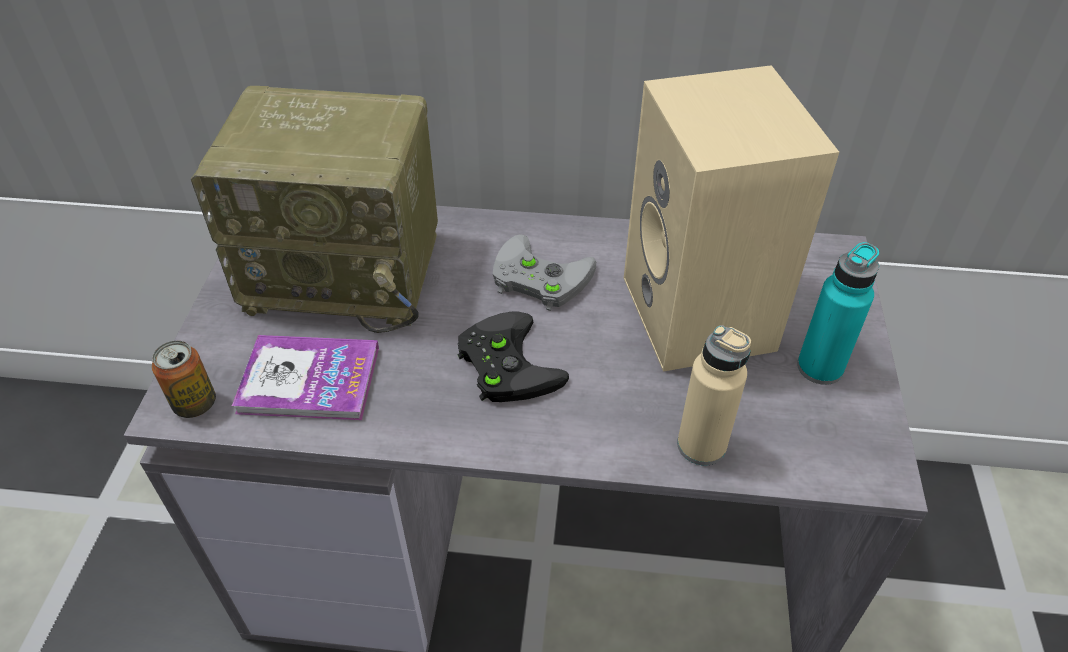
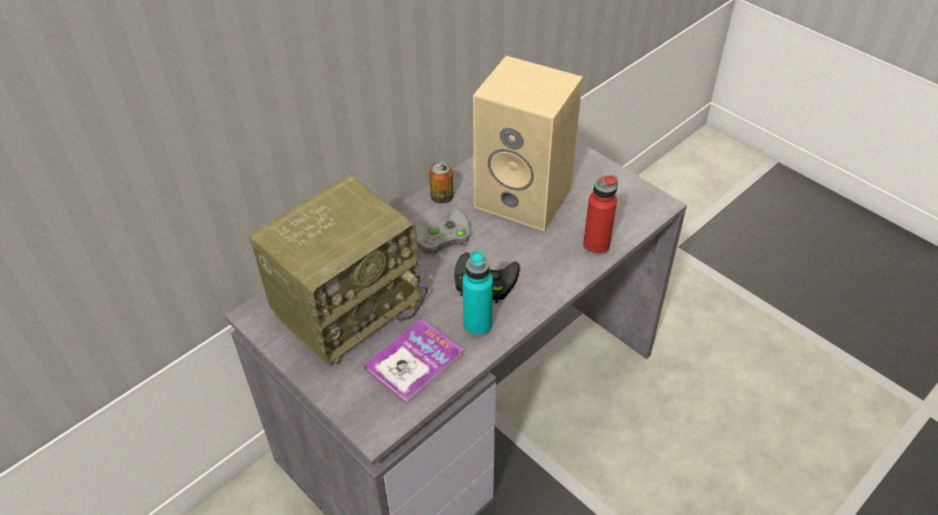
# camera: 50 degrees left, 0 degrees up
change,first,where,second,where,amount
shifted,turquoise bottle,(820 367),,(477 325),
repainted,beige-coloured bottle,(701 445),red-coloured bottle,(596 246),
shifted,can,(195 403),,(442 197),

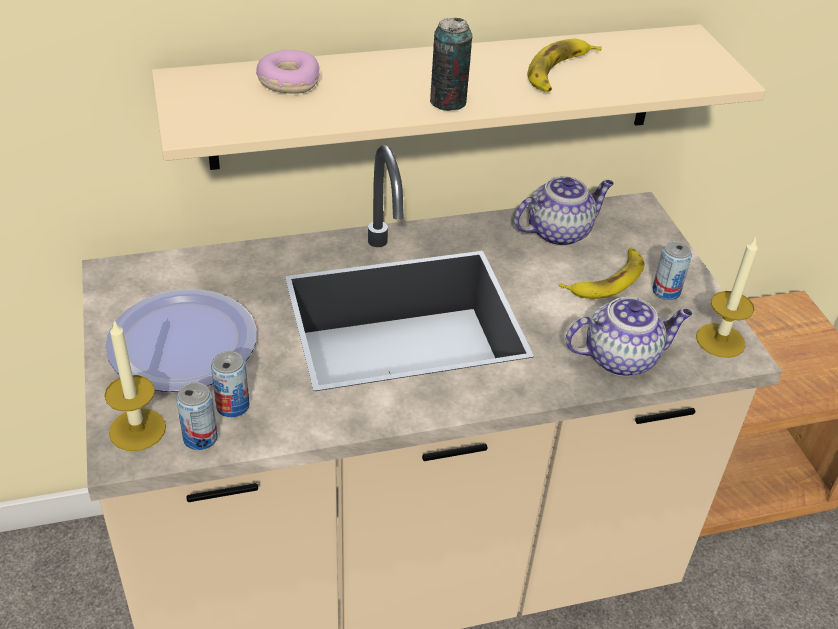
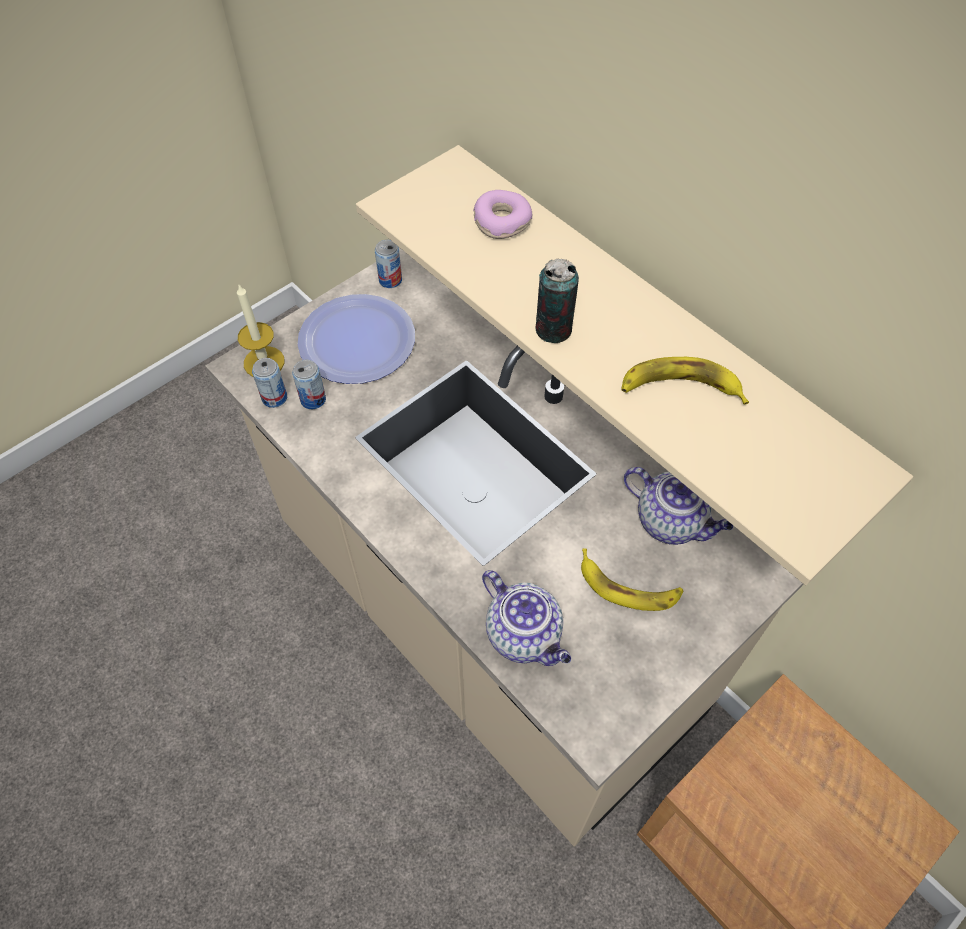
# camera: 65 degrees right, 15 degrees up
change,first,where,second,where,amount
gone,wax light,(720 340),,,
shifted,can,(666 291),,(390 280),

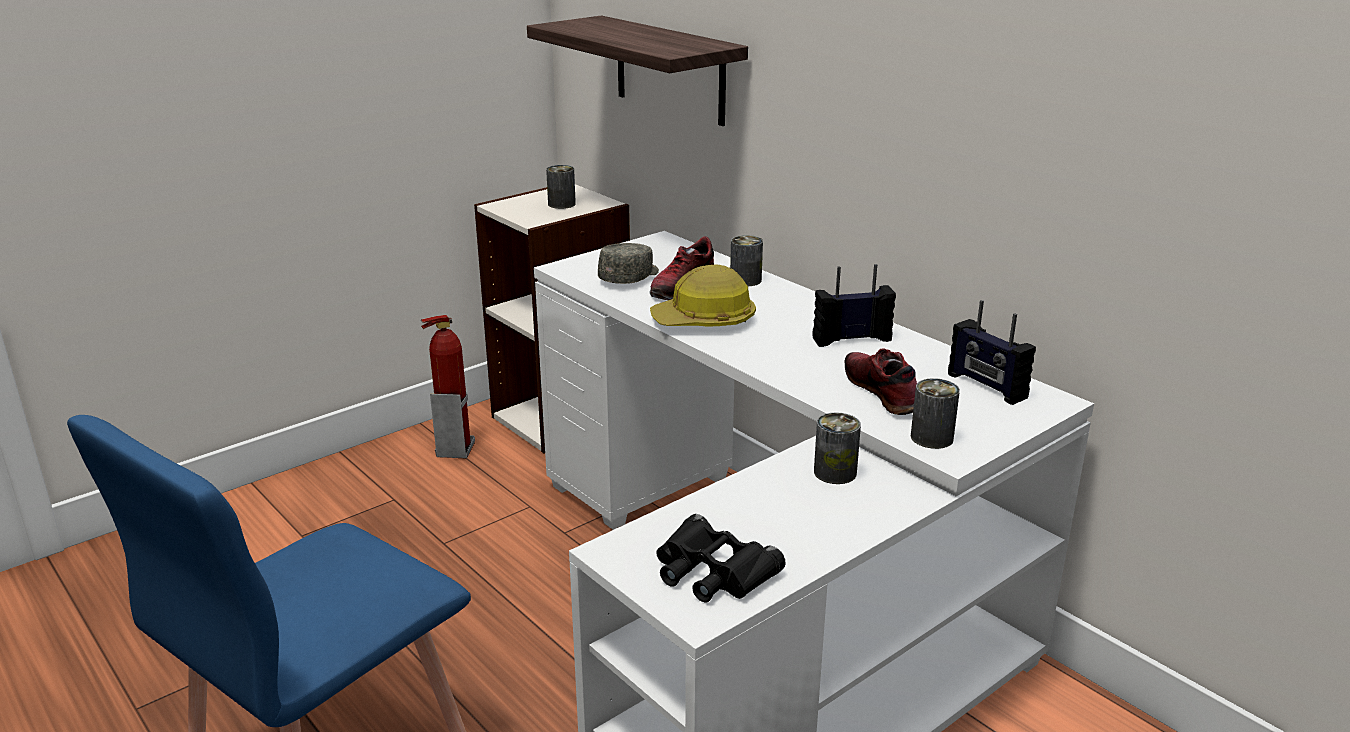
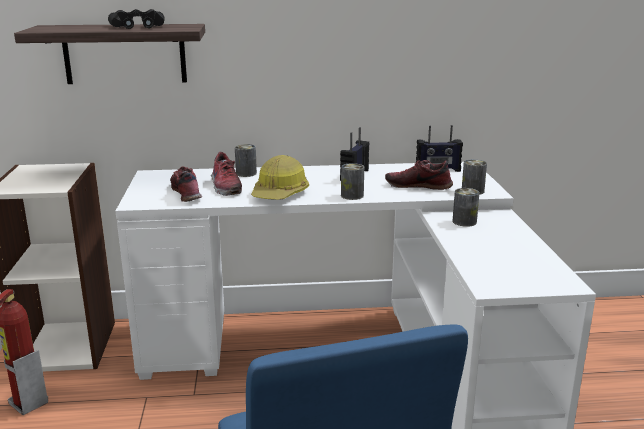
# camera: 55 degrees left, 5 degrees down
change,first,where,second,where,amount
shifted,can,(561 204),,(352 195),
swapped,greyish cap,(630 277),low shoe,(187 193),
shifted,blackish binoculars,(712 572),,(138 26),

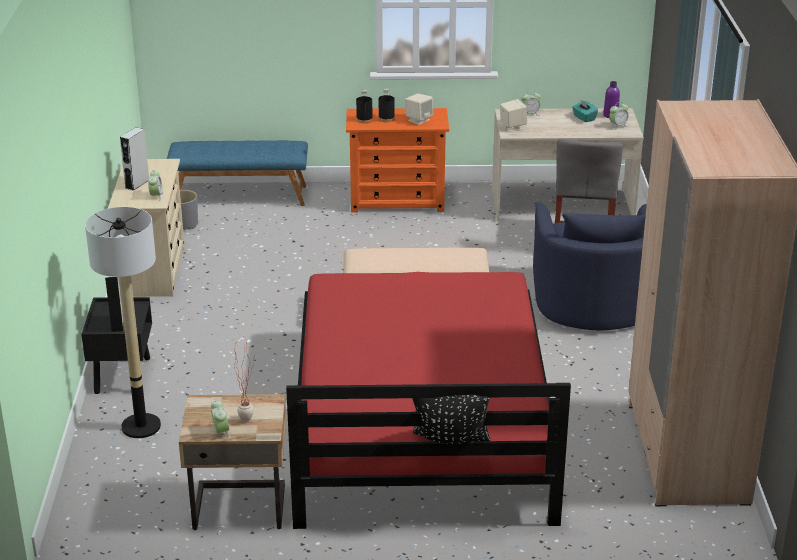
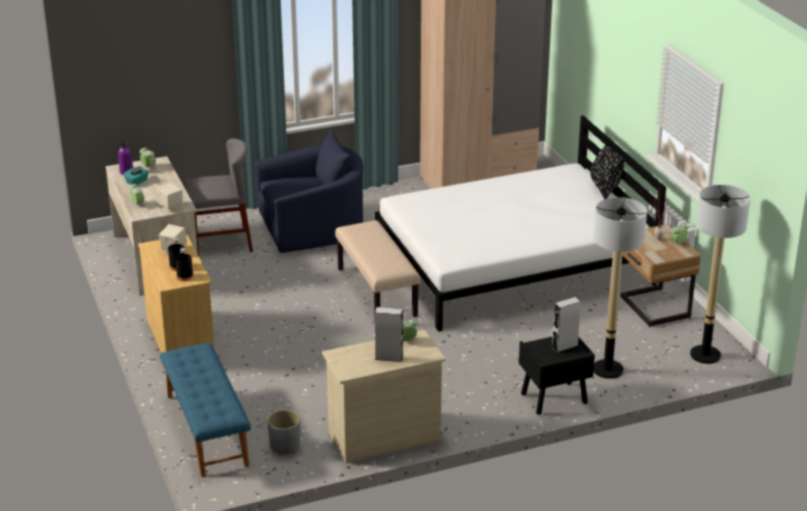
# camera: 110 degrees left, 0 degrees up
change,first,where,second,where,amount
repainted,orangey drawer chest,(397 201),beige-coloured drawer chest,(180 338),
repainted,red-coloured bed,(420 422),white-coloured bed,(513 265),
new,,,floor lamp,(705 355),

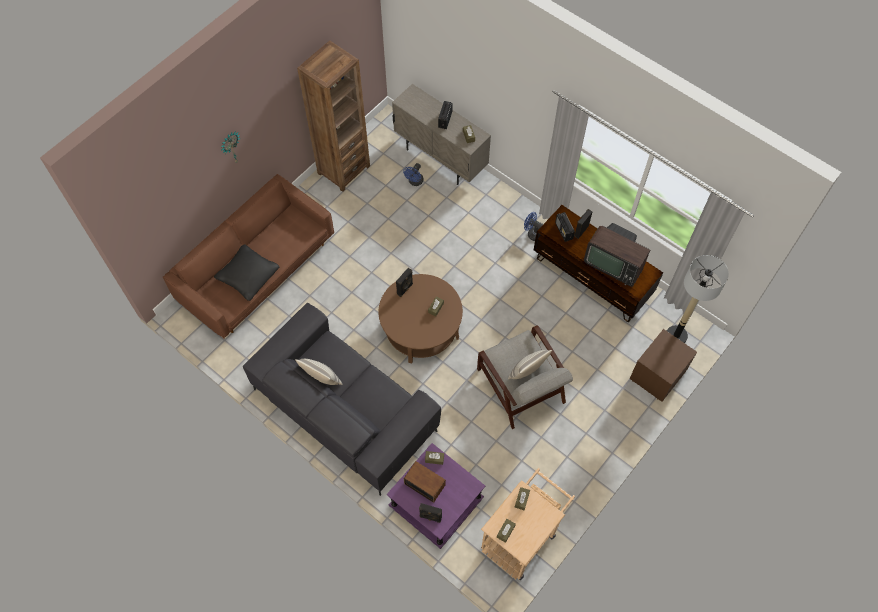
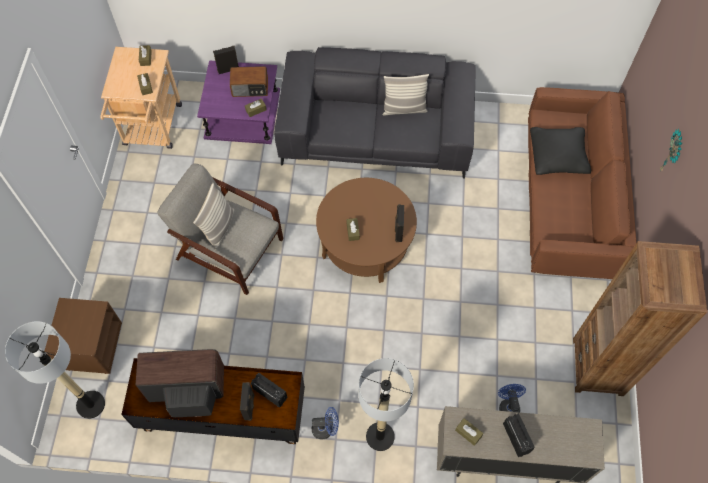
# camera: 145 degrees right, 0 degrees up
change,first,where,second,where,amount
new,,,floor lamp,(380 437),

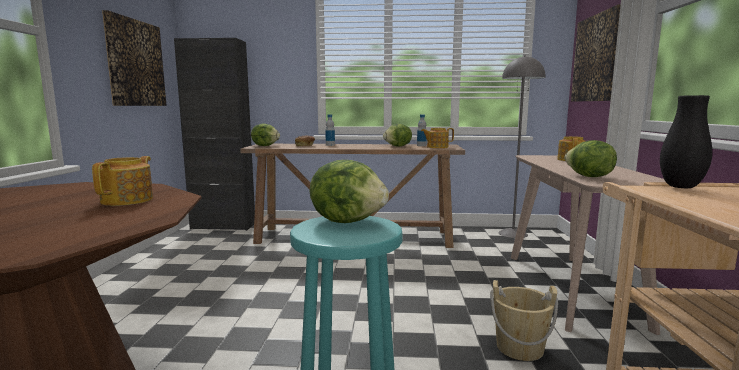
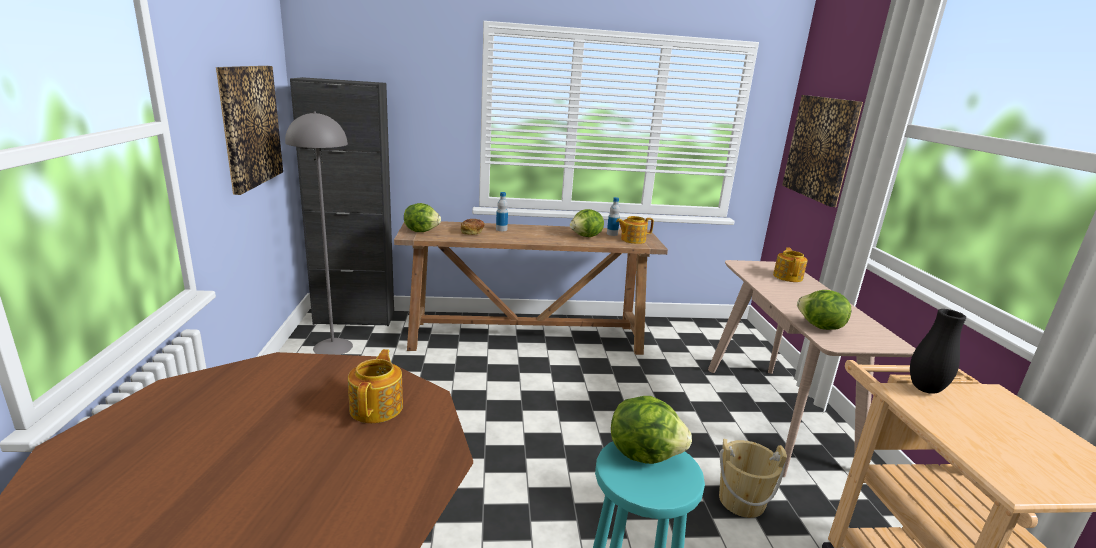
# camera: 10 degrees left, 10 degrees up
change,first,where,second,where,amount
shifted,greyish floor lamp,(513 233),,(333 347),

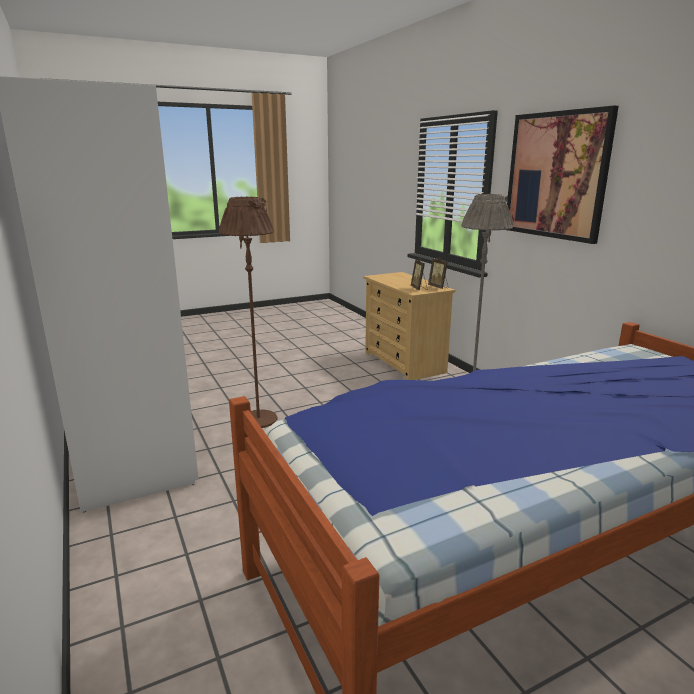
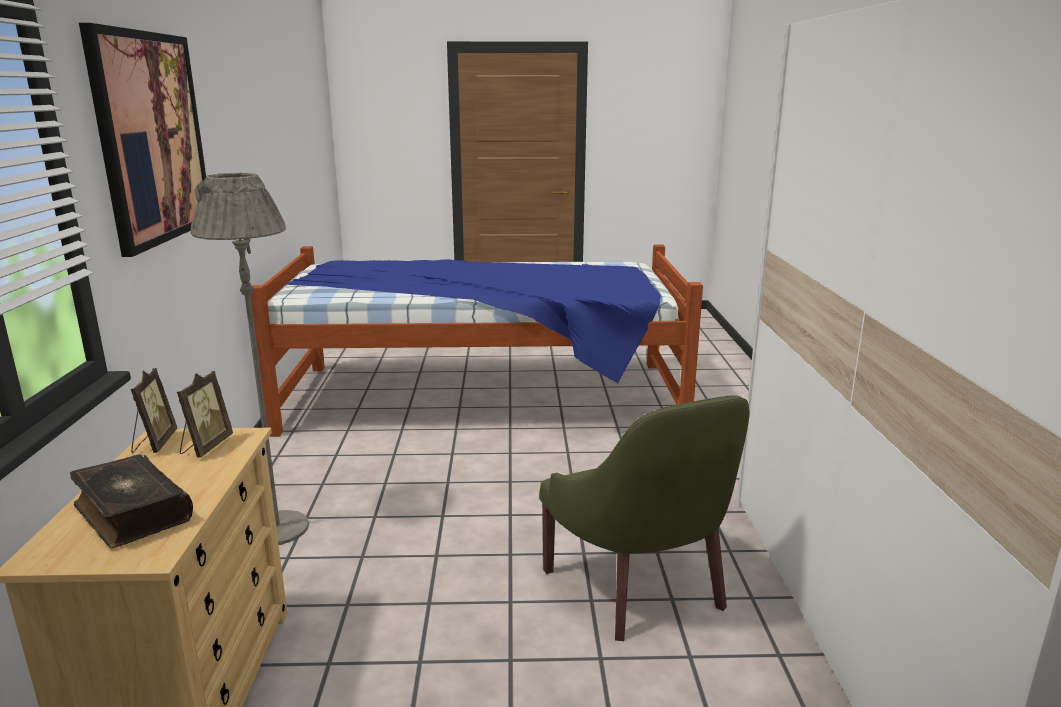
# camera: 155 degrees left, 0 degrees up
change,first,where,second,where,amount
swapped,brownish floor lamp,(258 419),green-coloured easy chair,(641 588),
new,,,volume,(131 513),

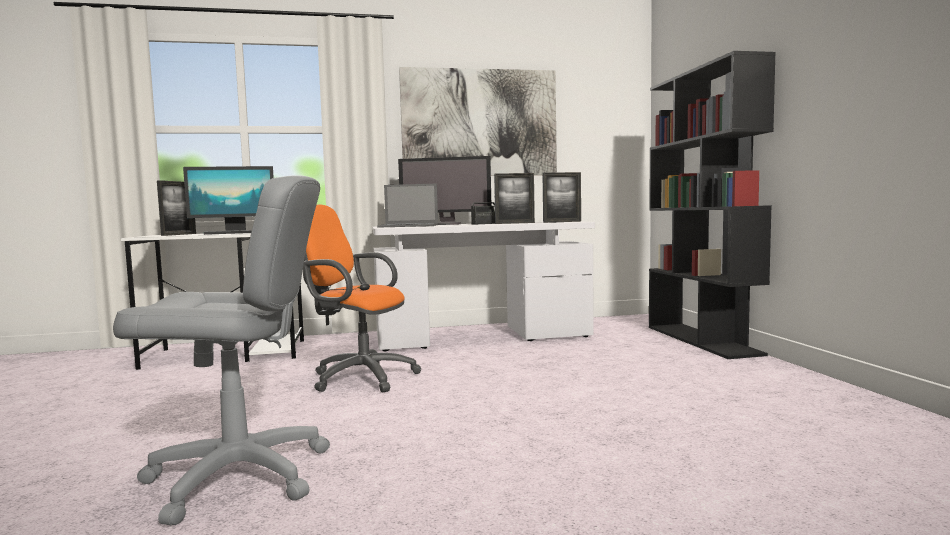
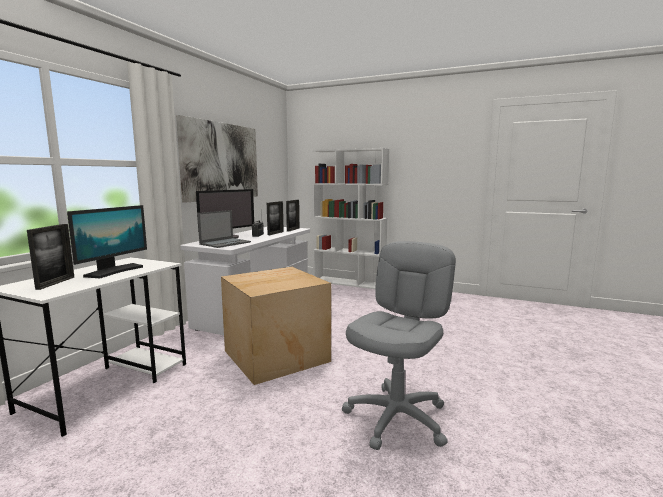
# camera: 55 degrees left, 5 degrees up
change,first,where,second,where,amount
repainted,blackish bookcase,(702 340),white-coloured bookcase,(349 283),
rotated,standing frame,(179 234),,(56 283),45 degrees clockwise
swapped,orangey office chair,(358 377),cardboard box,(274 356),

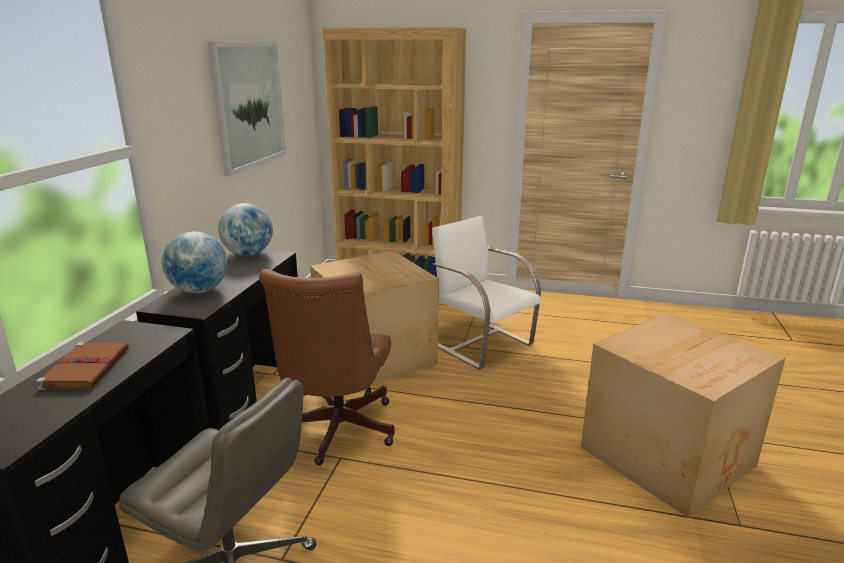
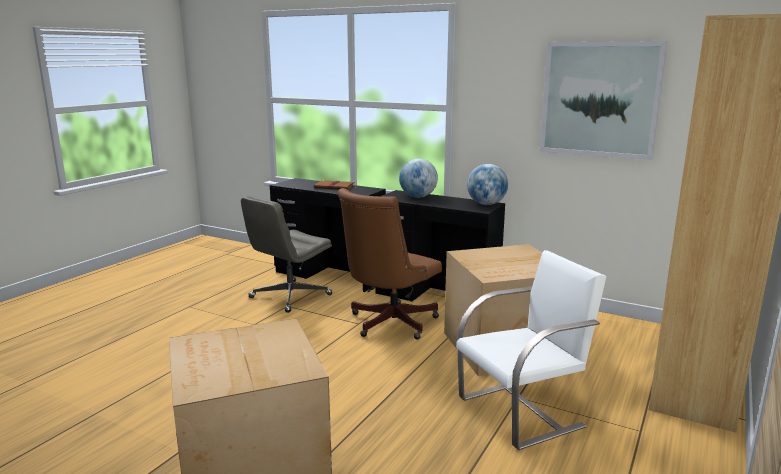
# camera: 105 degrees right, 5 degrees down
change,first,where,second,where,amount
rotated,brownish office chair,(336 432),,(388 324),75 degrees counterclockwise

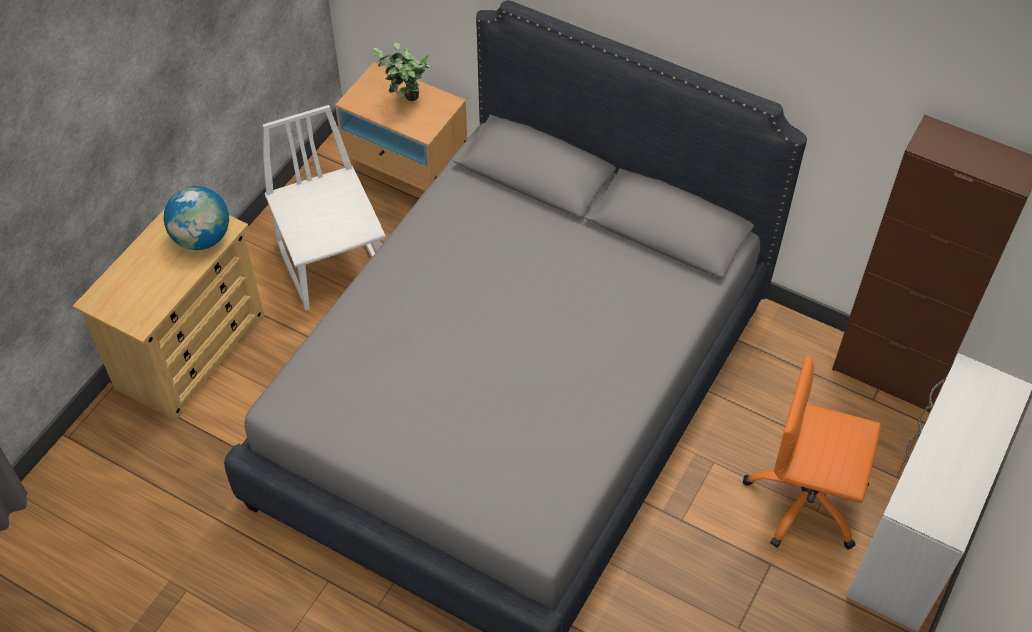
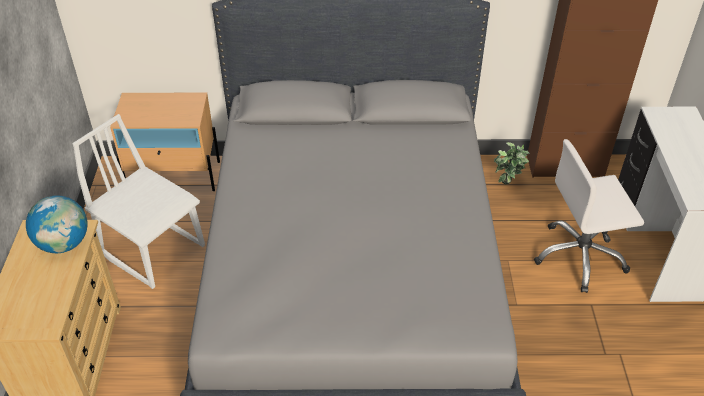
# camera: 30 degrees left, 10 degrees down
change,first,where,second,where,amount
shifted,plant in a pot,(406 103),,(506 186),
repainted,orangey office chair,(806 500),white-coloured office chair,(579 257),

